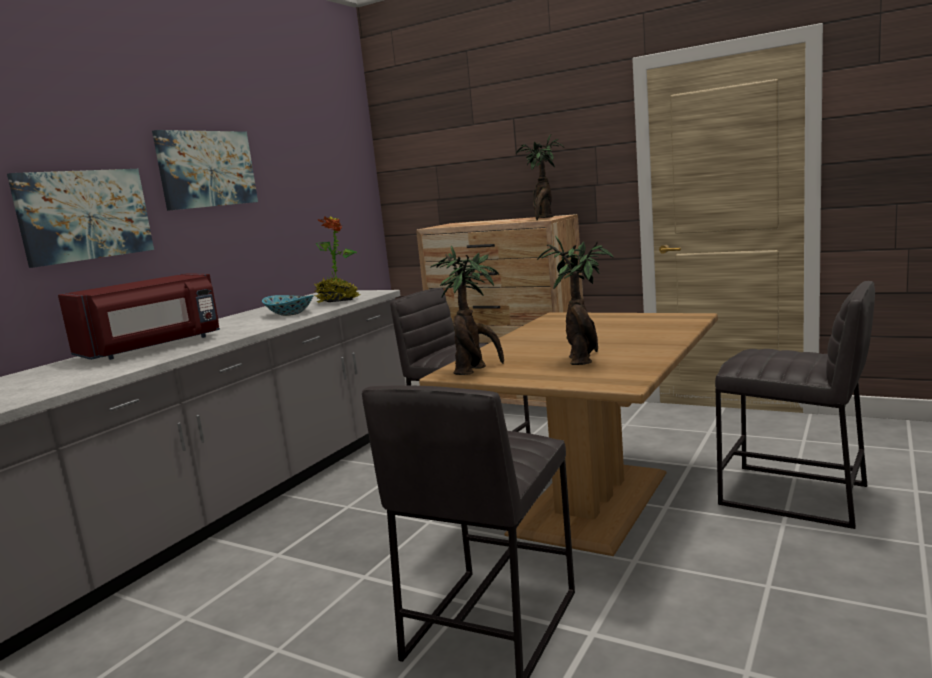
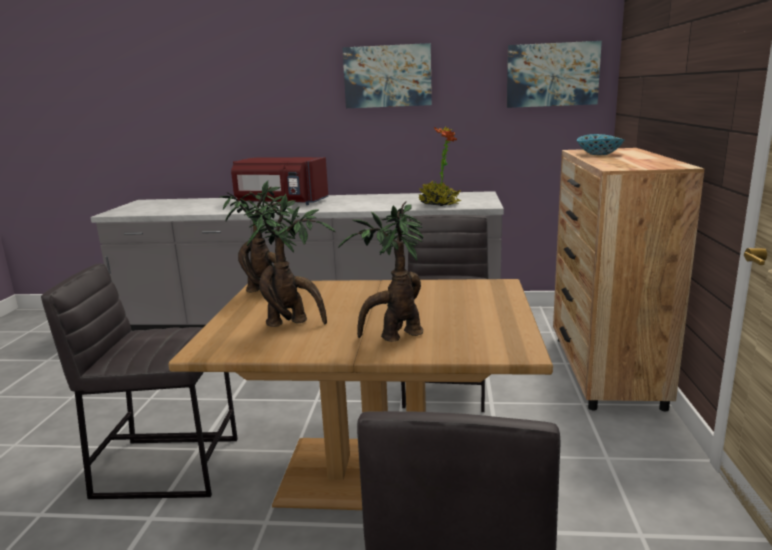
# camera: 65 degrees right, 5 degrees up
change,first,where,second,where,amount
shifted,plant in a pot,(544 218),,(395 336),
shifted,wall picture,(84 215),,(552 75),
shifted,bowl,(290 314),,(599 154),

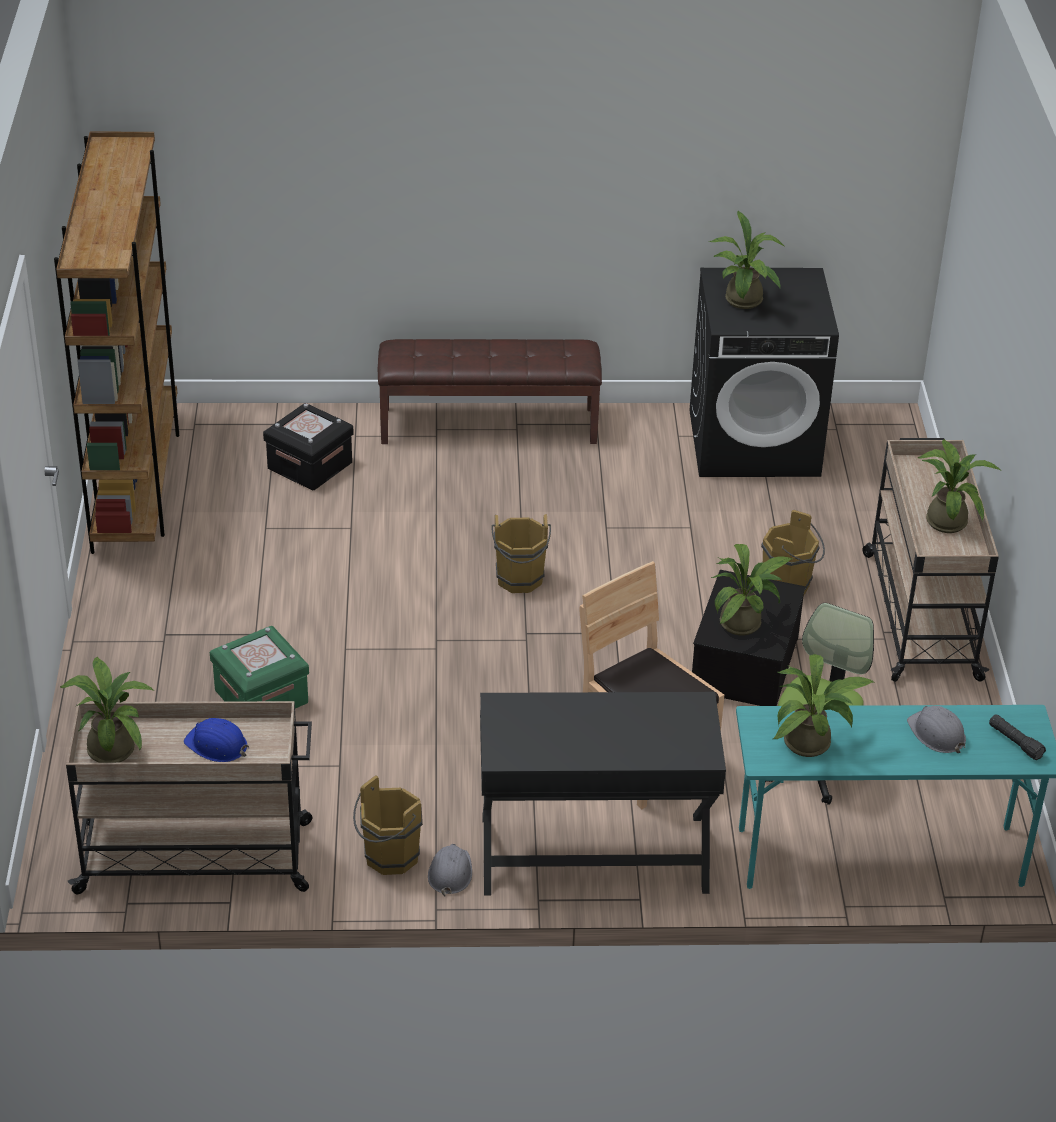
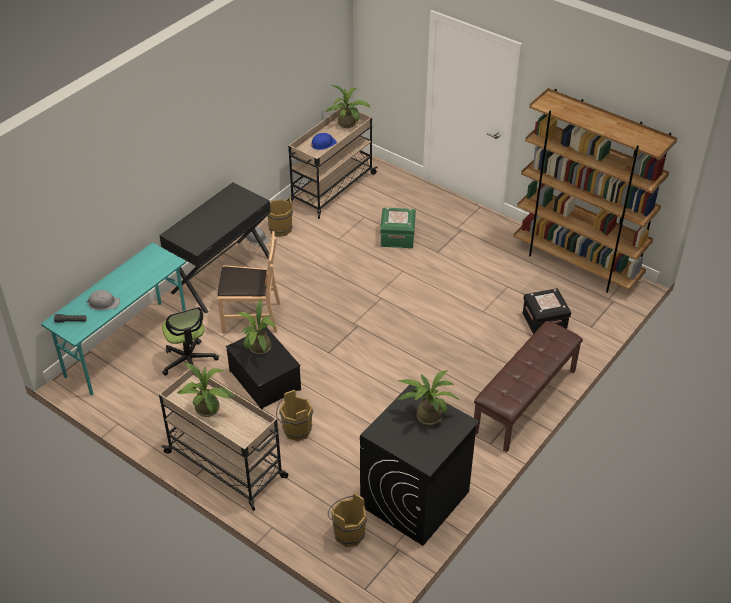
# camera: 130 degrees right, 5 degrees up
change,first,where,second,where,amount
shifted,brownish water bucket,(519 581),,(347 533),
gone,plant in a pot,(813 743),,,

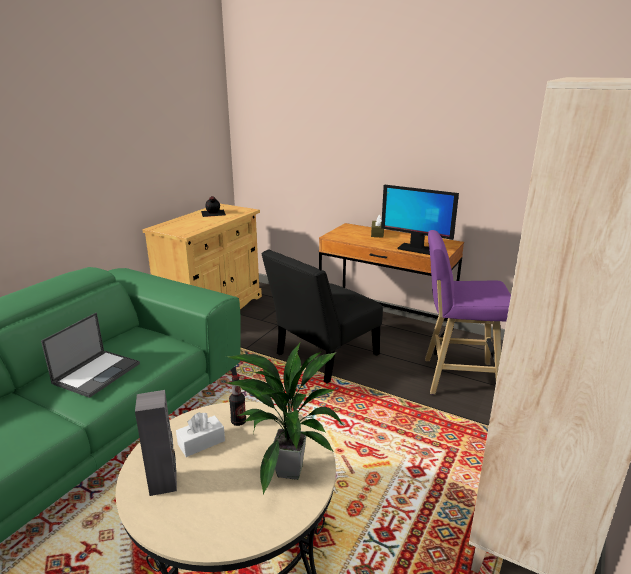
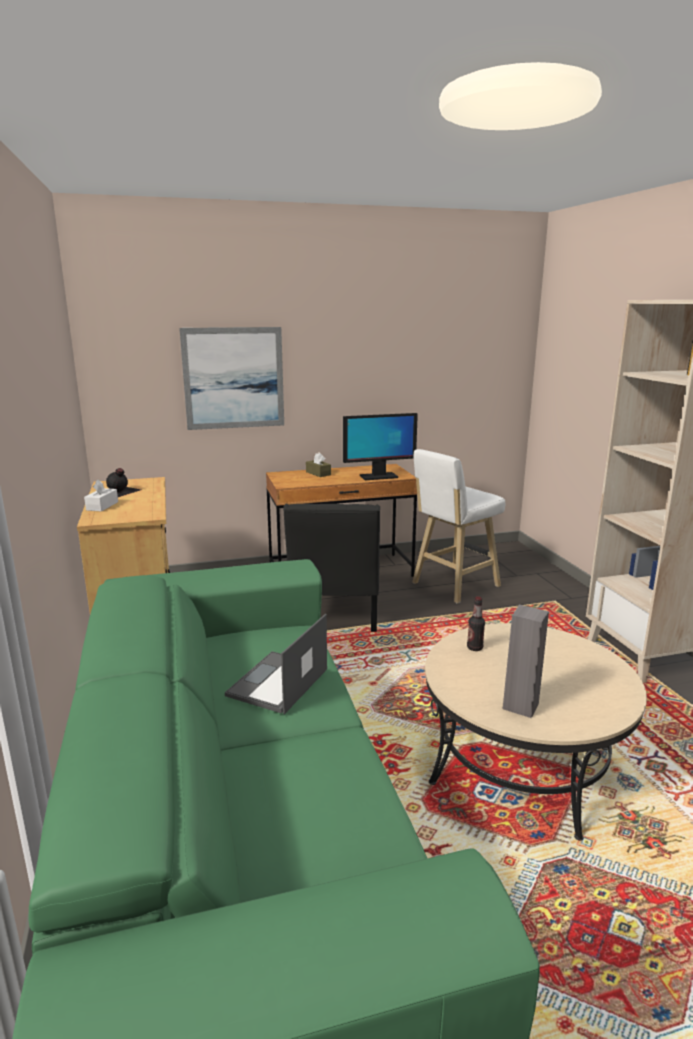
# camera: 45 degrees left, 5 degrees down
change,first,where,second,where,amount
repainted,purple stool,(456 377),white-coloured stool,(452 585),
rotated,portable computer,(97 373),,(277 683),135 degrees counterclockwise
gone,plant in a pot,(288 469),,,
shifted,white-coloured tissue box,(201 442),,(102 506),
new,,,wall picture,(233 378),

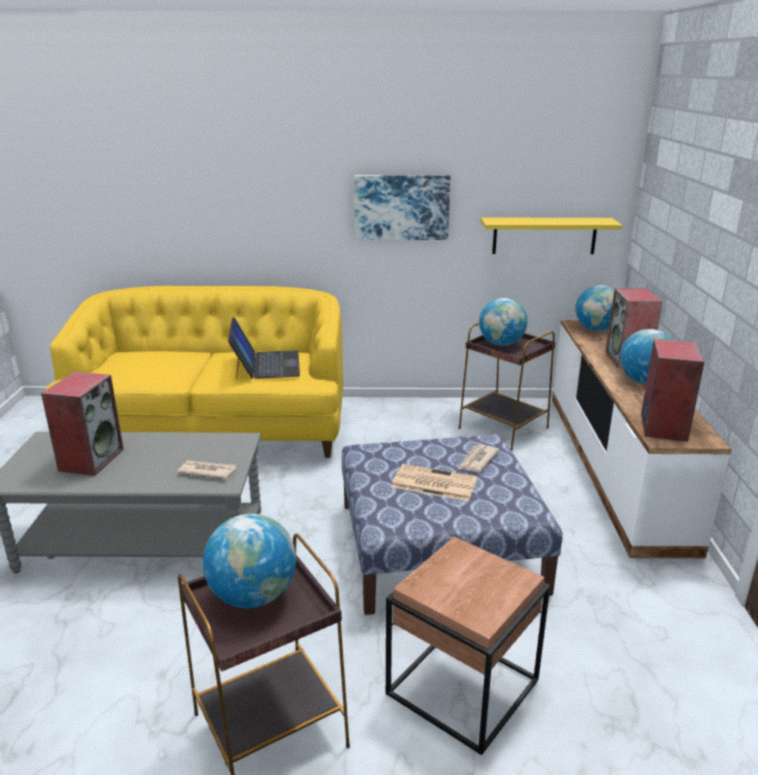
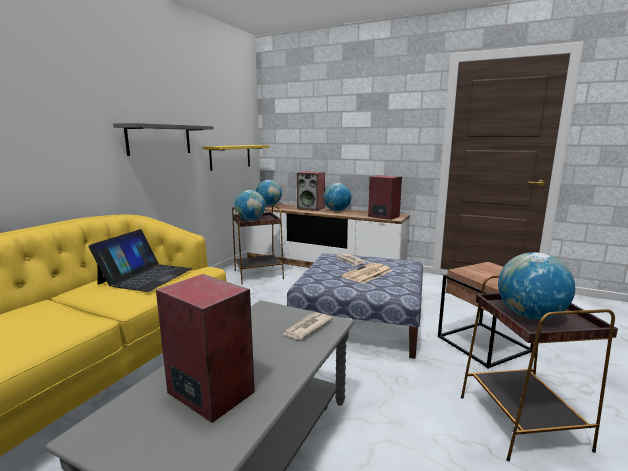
# camera: 65 degrees left, 10 degrees down
change,first,where,second,where,amount
swapped,wall picture,(401 207),greyish wall shelf,(159 139),
rotated,portable computer,(266 364),,(146 276),90 degrees clockwise

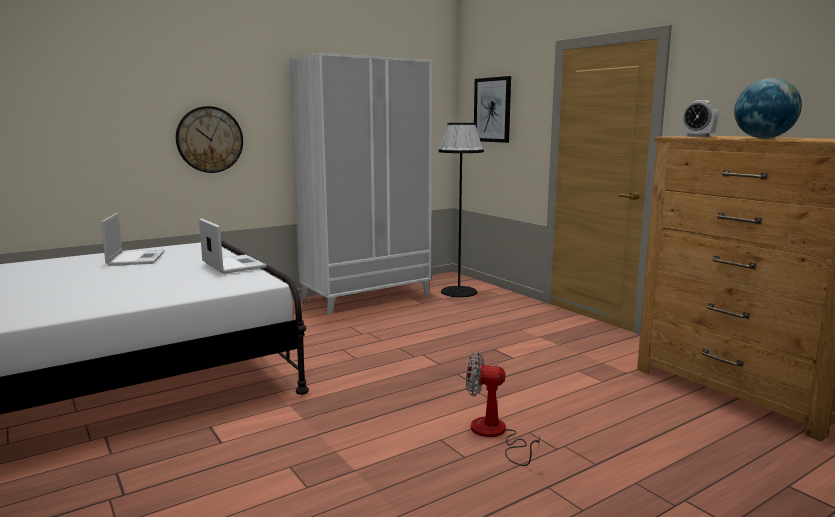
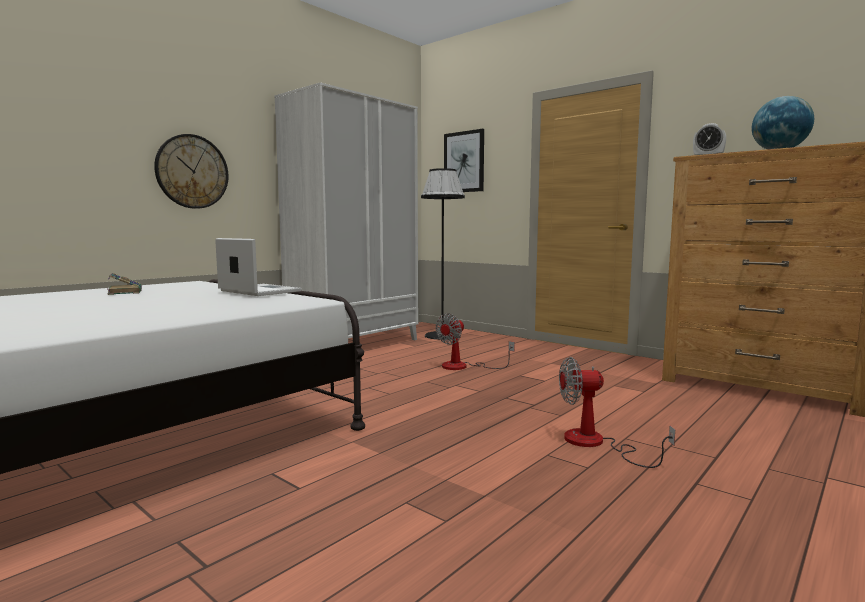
# camera: 15 degrees left, 5 degrees down
change,first,where,second,where,amount
swapped,portable computer,(136 258),volume,(125 292),
new,,,fan,(464 366),

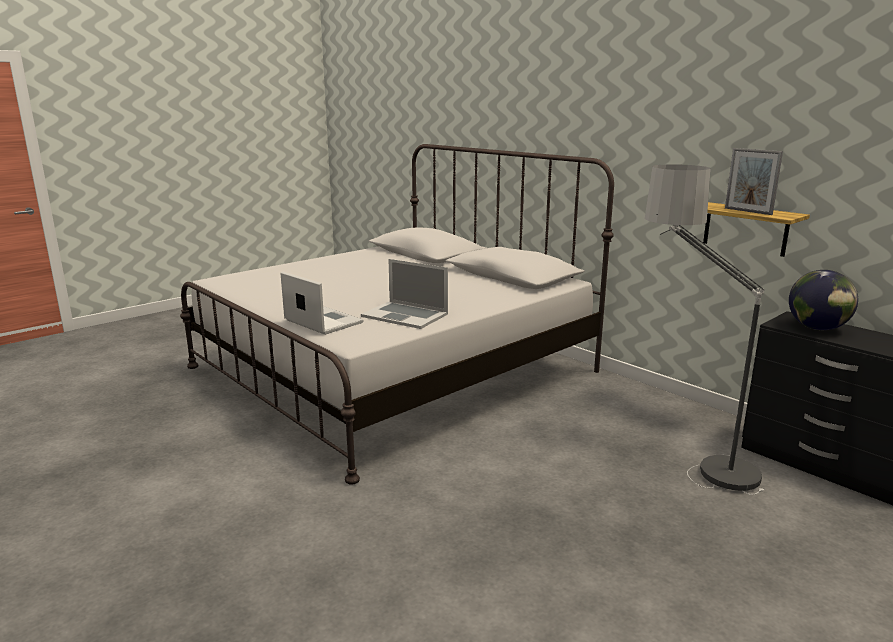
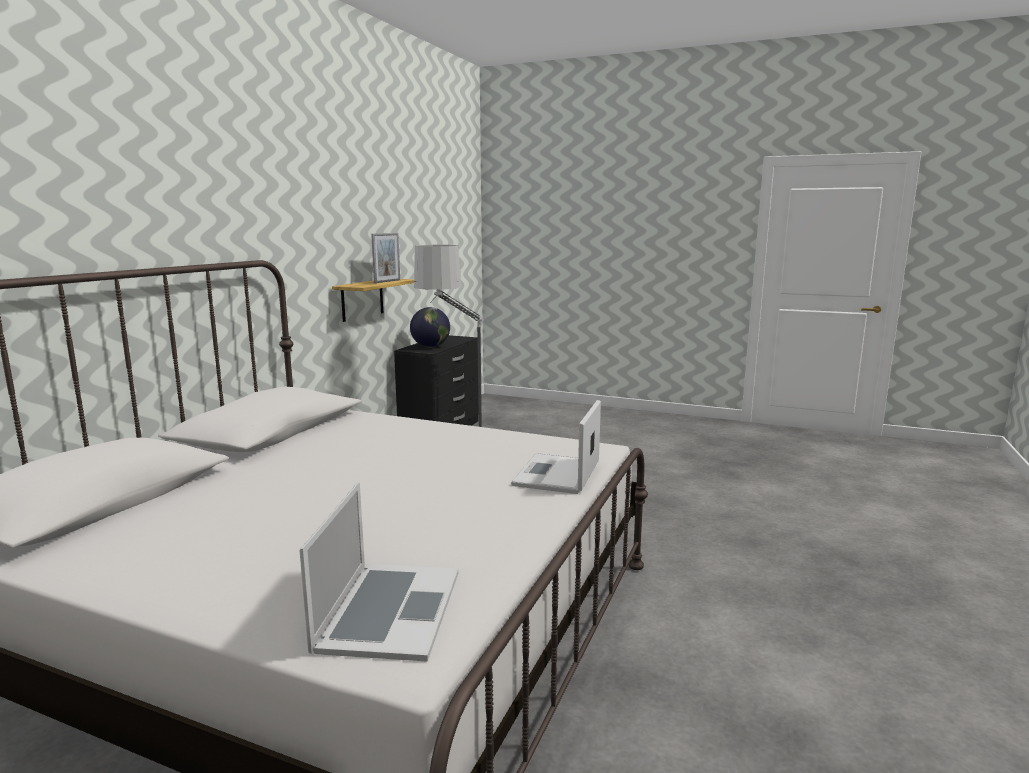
# camera: 115 degrees left, 5 degrees down
change,first,where,second,where,amount
shifted,portable computer,(405 315),,(388 609),

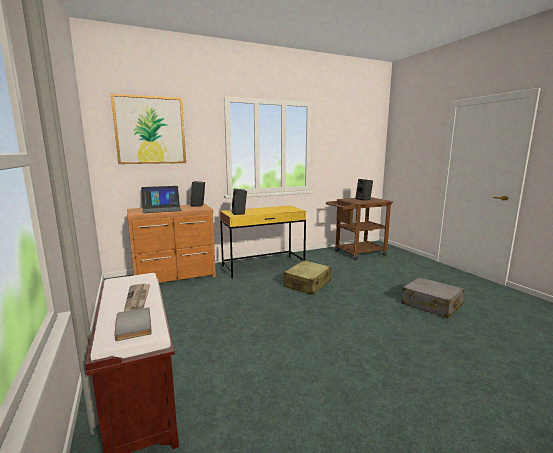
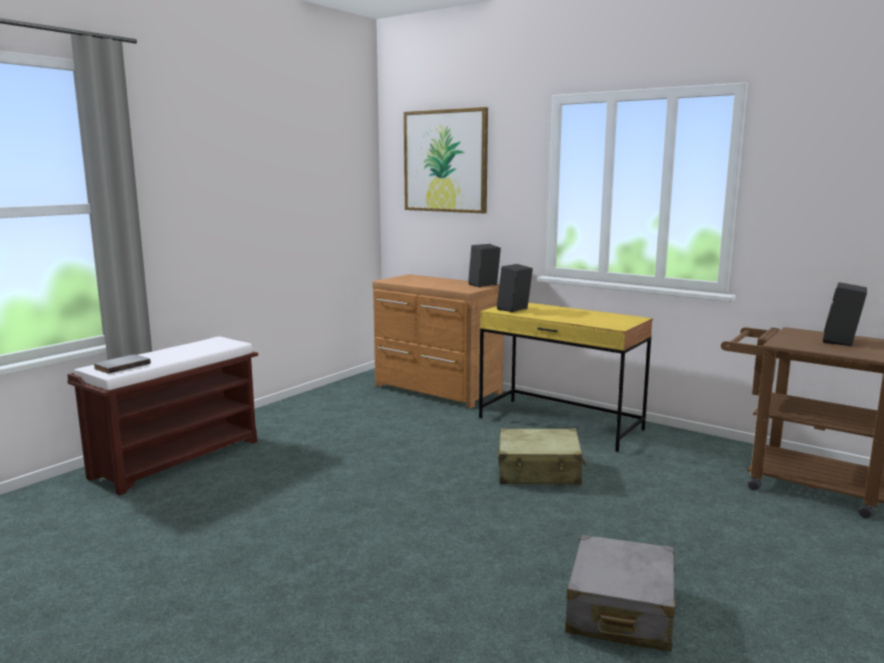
# camera: 60 degrees right, 0 degrees up
change,first,where,second,where,amount
gone,portable computer,(162 209),,,
gone,newspaper,(138 298),,,

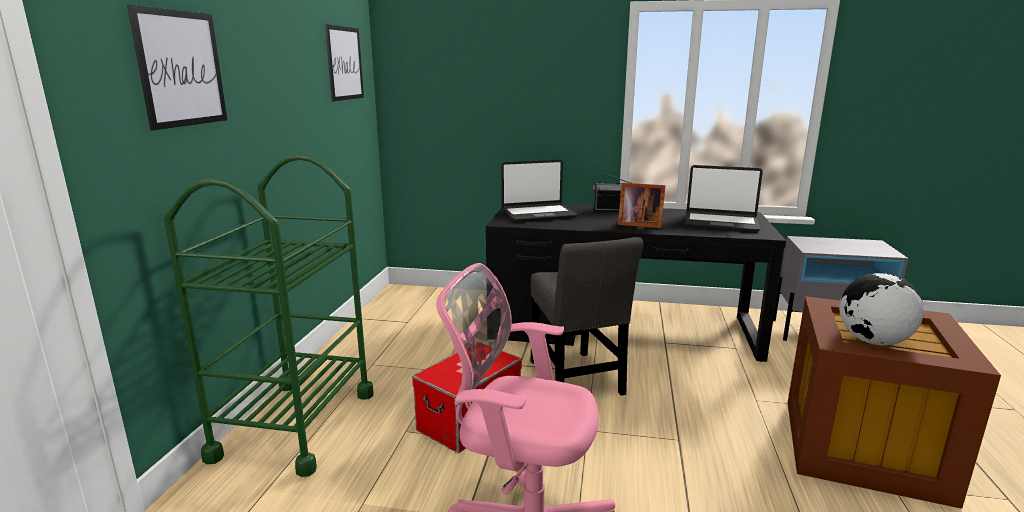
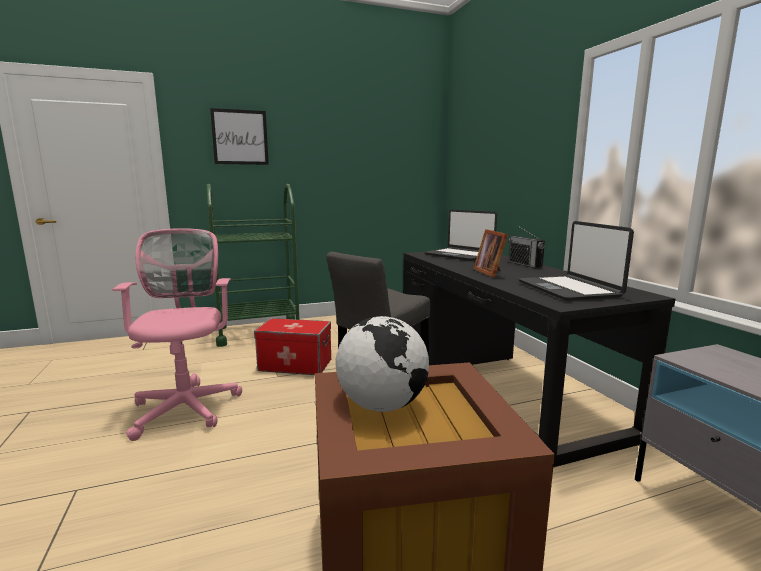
# camera: 60 degrees right, 5 degrees down
change,first,where,second,where,amount
gone,wall picture,(344 63),,,

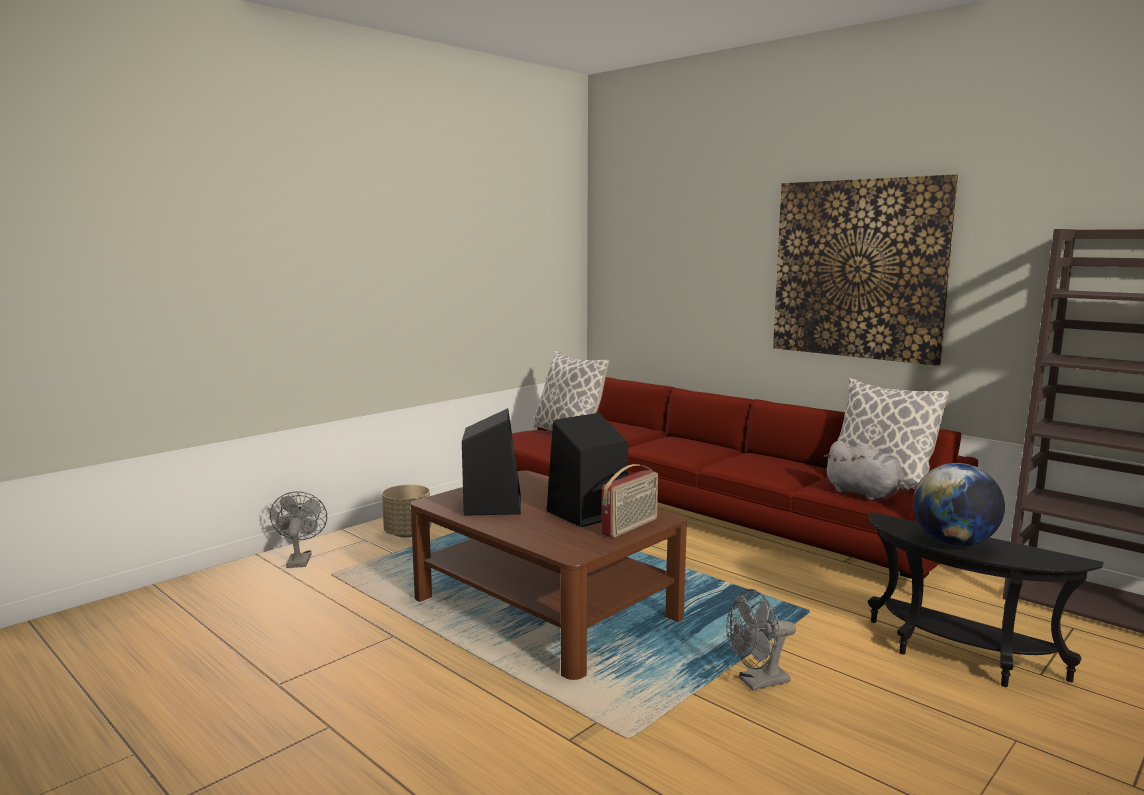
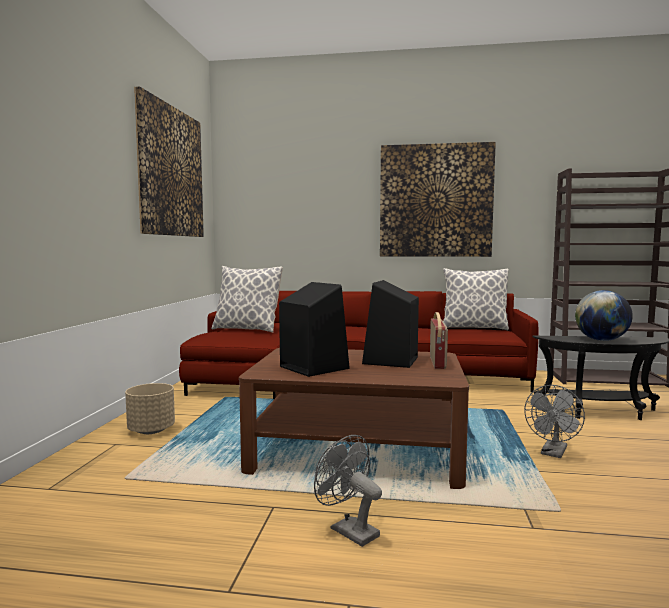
# camera: 35 degrees left, 5 degrees down
change,first,where,second,where,amount
gone,greyish cuddly toy,(865 494),,,
shifted,greyish fan,(299 559),,(348 530),
new,,,wall picture,(171 172),

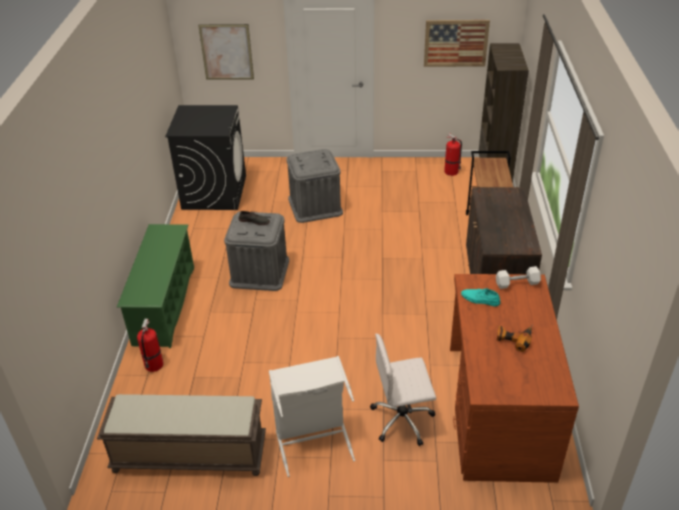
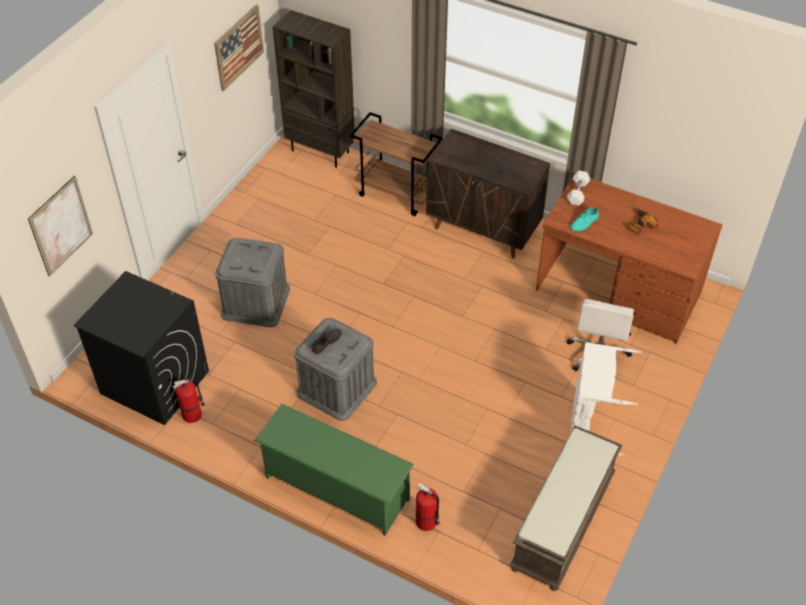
# camera: 65 degrees left, 10 degrees up
change,first,where,second,where,amount
shifted,extinguisher,(452 172),,(193 414),

